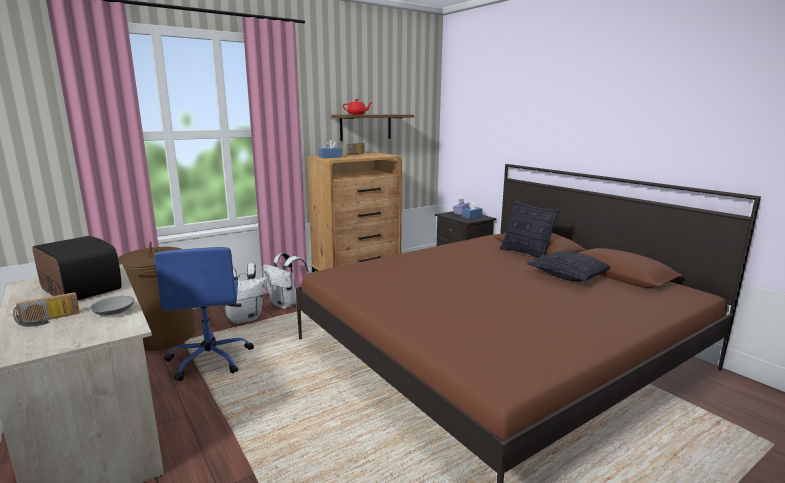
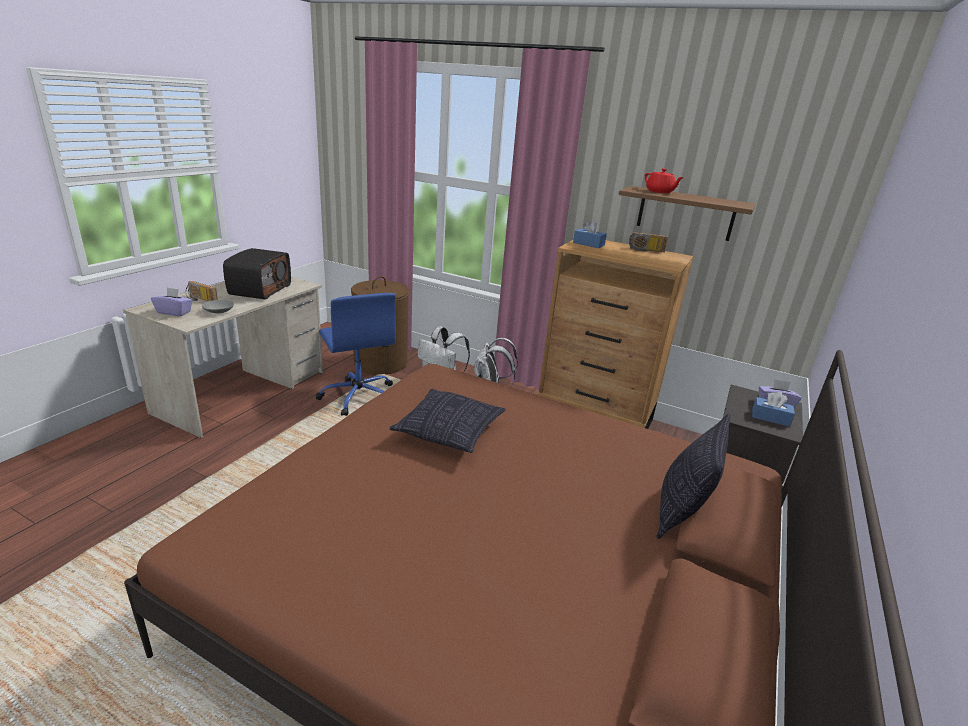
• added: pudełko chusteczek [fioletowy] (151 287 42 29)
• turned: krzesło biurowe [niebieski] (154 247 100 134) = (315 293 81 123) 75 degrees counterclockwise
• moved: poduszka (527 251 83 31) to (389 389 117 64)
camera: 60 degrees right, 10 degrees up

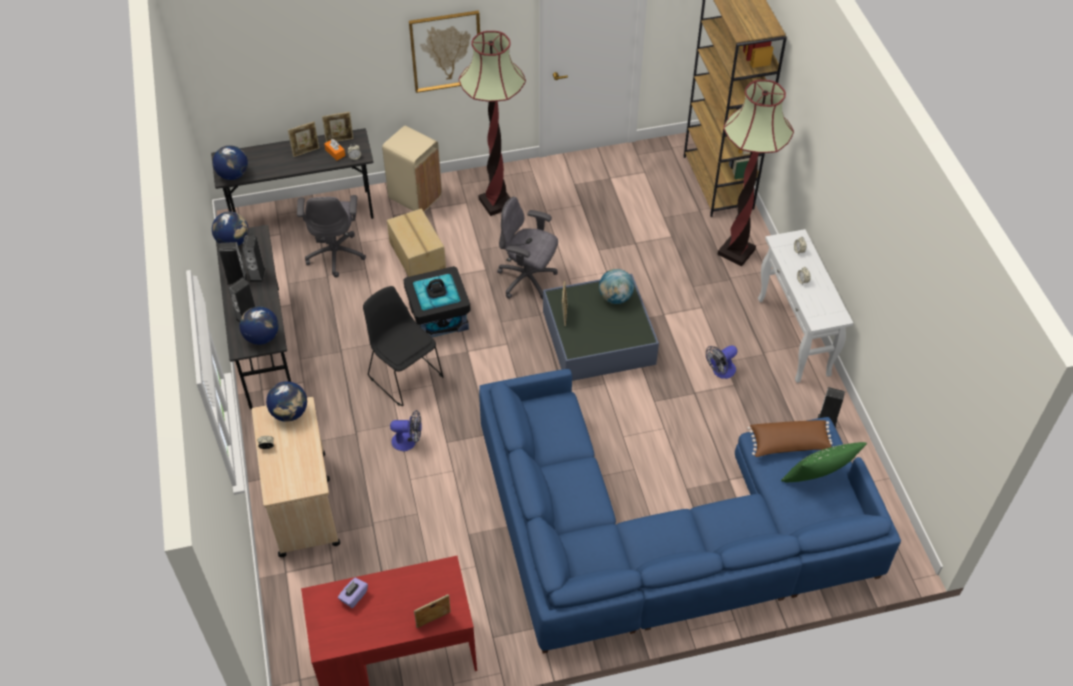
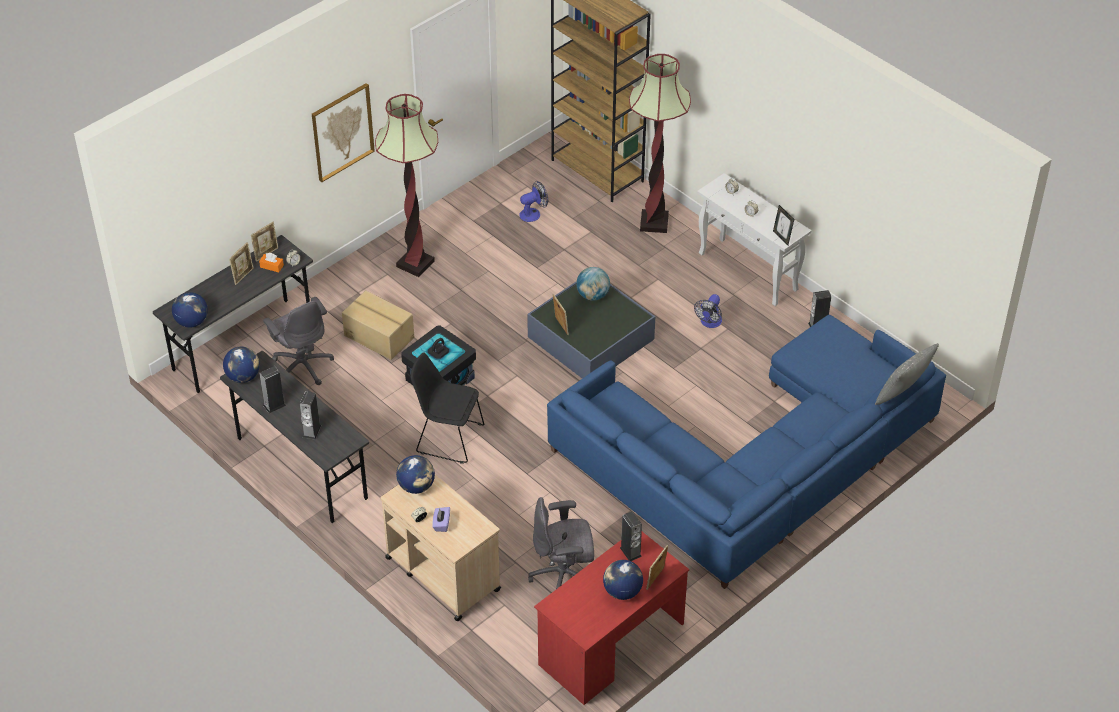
• moved: pudełko chusteczek [fioletowy] (338 577 30 31) to (432 507 18 25)
• moved: wentylator (390 410 32 41) to (519 181 29 41)
• moved: krzesło biurowe [szary] (497 197 61 102) to (528 497 66 92)
• moved: globus (239 306 40 39) to (603 560 40 40)
• moved: głośnik (242 236 23 46) to (620 511 22 50)
• added: ramka na zdjęcie (773 205 21 40)
• added: poduszka [szary] (875 343 64 62)
• removed: kosz na śmieci [beżowy] (382 126 60 86)
• removed: poduszka [brązowy] (747 420 87 37)
• removed: poduszka [zielony] (781 442 85 41)
camera: 30 degrees left, 5 degrees down

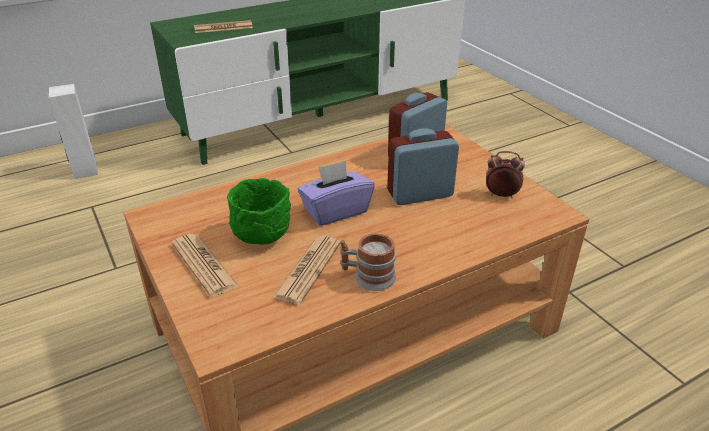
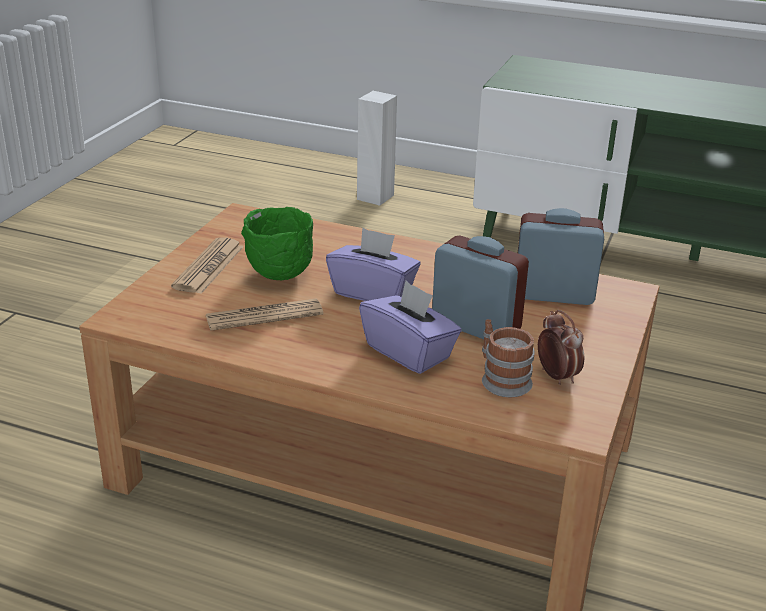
• added: pudełko chusteczek [fioletowy] (359 281 103 93)
• moved: kubek (340 233 56 58) to (482 319 53 78)
• removed: gazeta (194 20 59 13)
camera: 50 degrees right, 5 degrees down

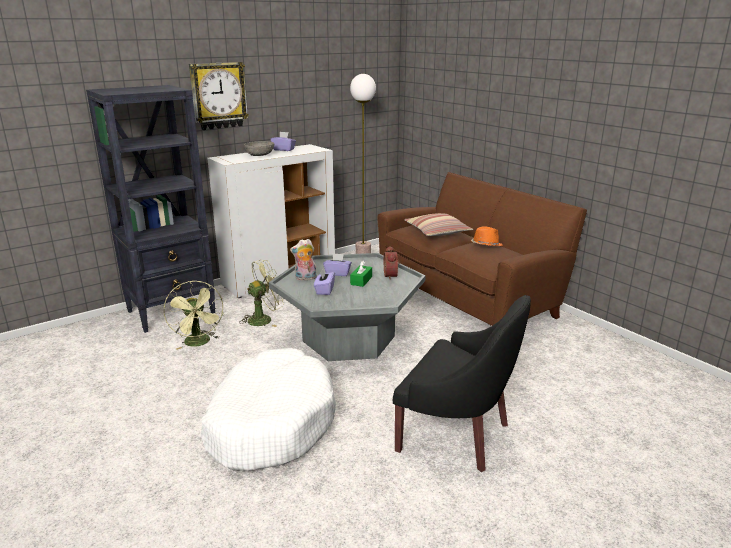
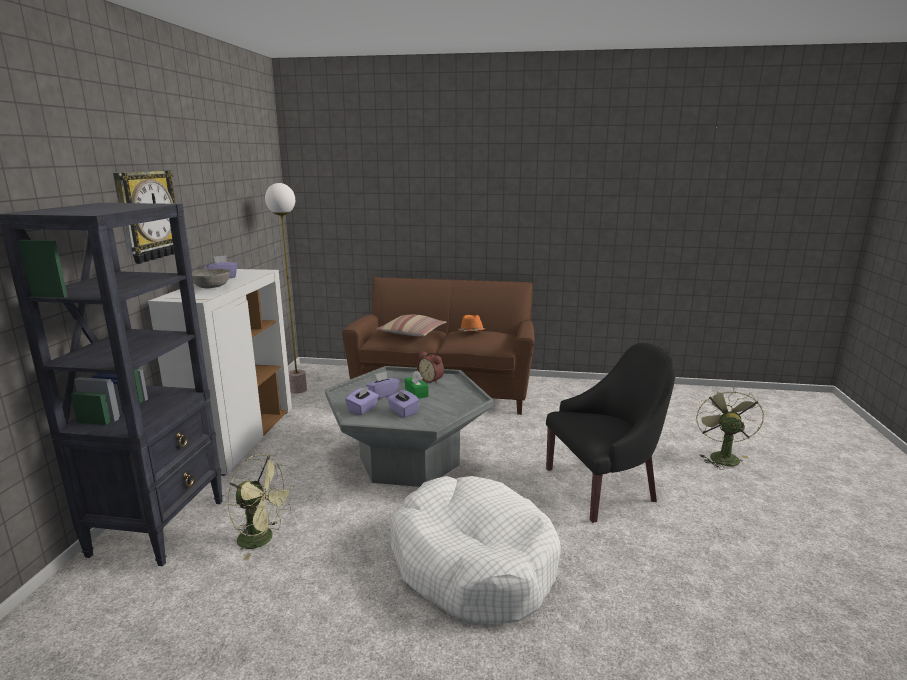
• replaced: pluszak (290 239 27 42) to pudełko chusteczek [fioletowy] (345 386 34 29)
• moved: wentylator [zielony] (239 260 45 67) to (696 386 68 84)
camera: 45 degrees left, 5 degrees down

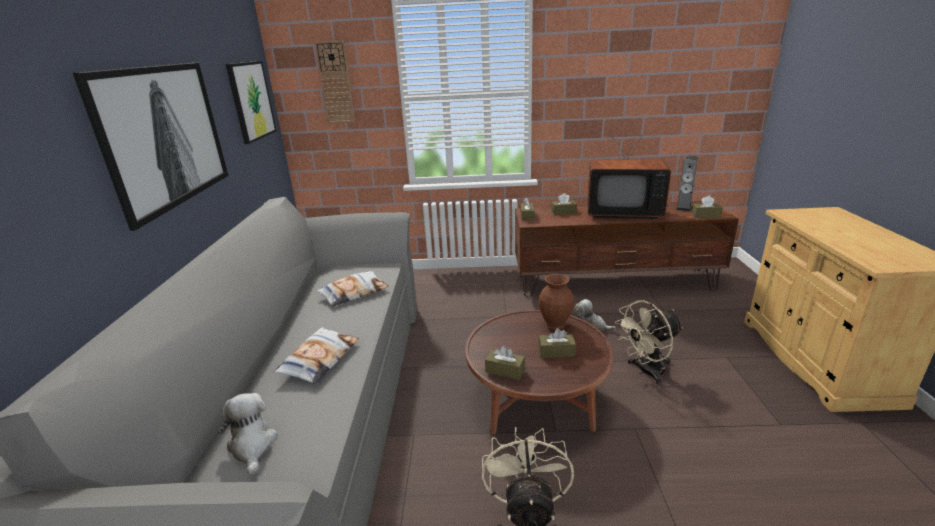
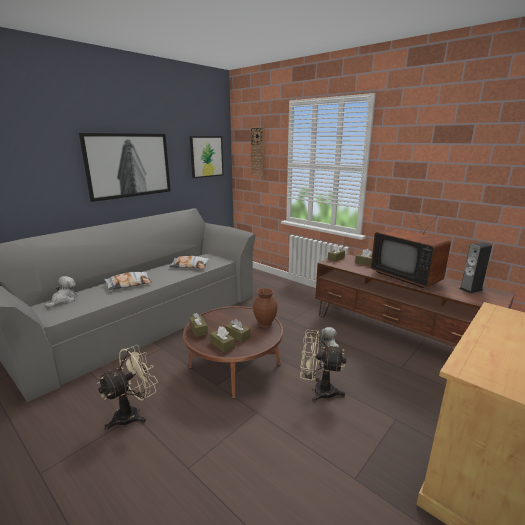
• moved: pudełko chusteczek [brązowy] (692 196 31 22) to (210 326 25 27)
camera: 40 degrees right, 5 degrees down

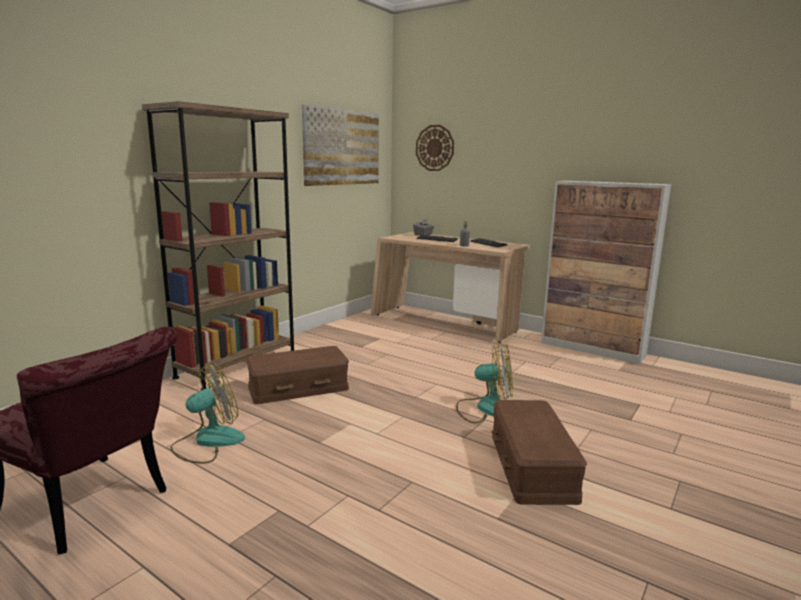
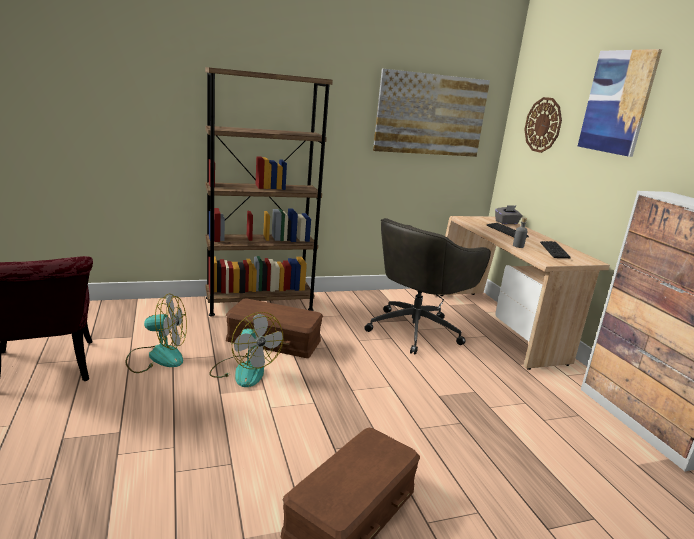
• moved: wentylator (456 342 57 81) to (209 312 74 75)
• added: krzesło biurowe [szary] (364 218 127 137)
• added: obraz (578 49 84 108)
camera: 35 degrees right, 5 degrees up

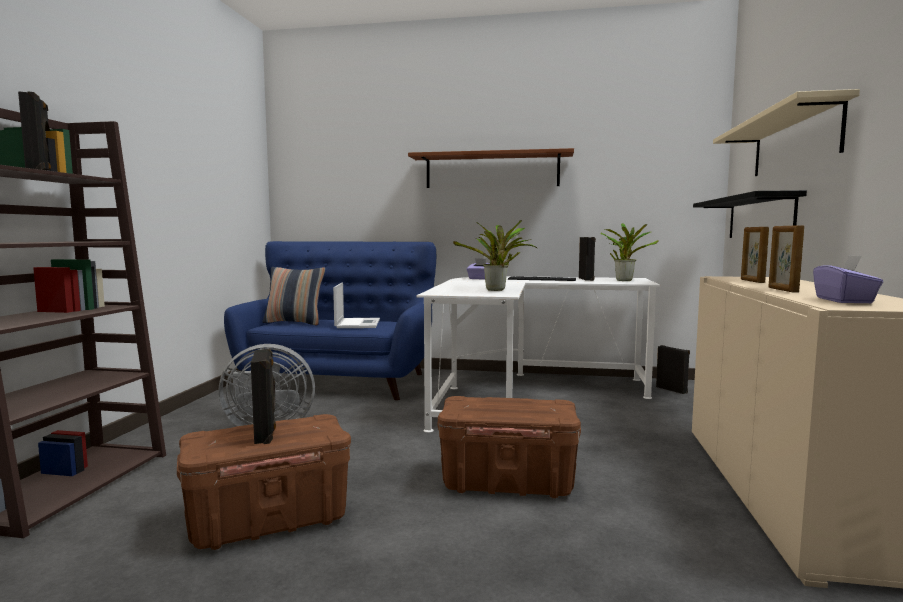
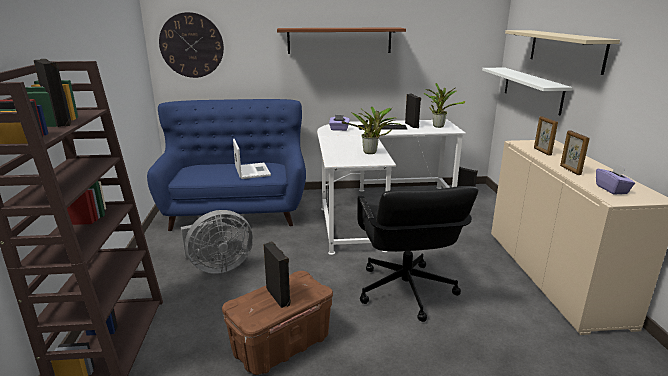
• added: zegar ścienny (159 12 65 66)
• replaced: pojemnik do przechowywania [brązowy] (438 396 143 102) to krzesło biurowe [czarny] (357 186 122 136)
• recoloured: półka [czarny] (693 190 114 48) to półka [biały] (482 68 91 47)
• removed: poduszka (263 267 62 59)
camera: 15 degrees left, 15 degrees up

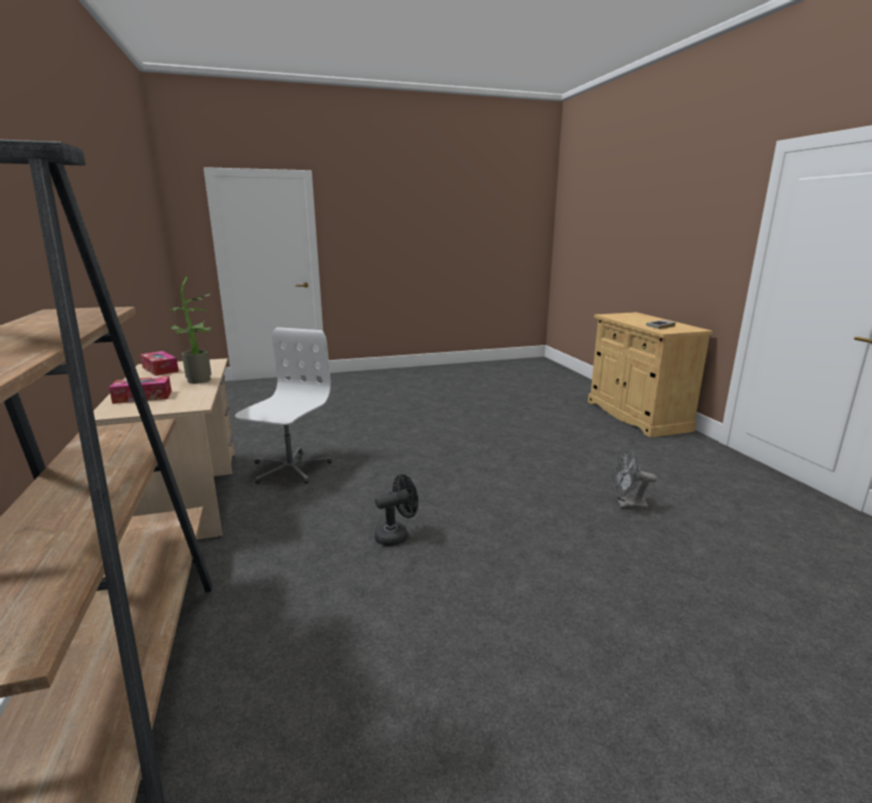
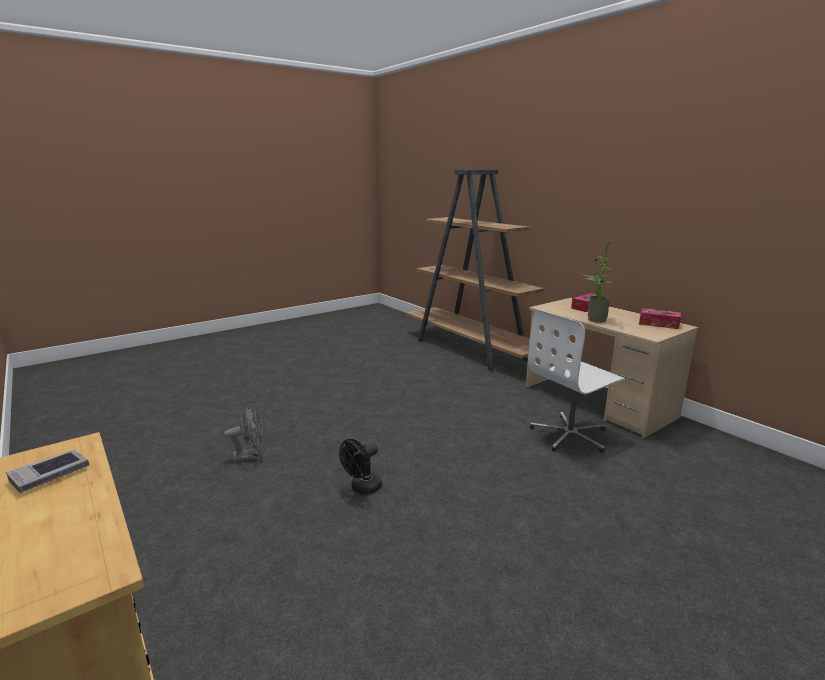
• moved: wentylator [czarny] (374 474 44 72) to (339 439 43 55)
• turned: krzesło biurowe [biały] (235 327 97 157) = (528 309 97 144) 60 degrees clockwise
camera: 160 degrees right, 0 degrees up

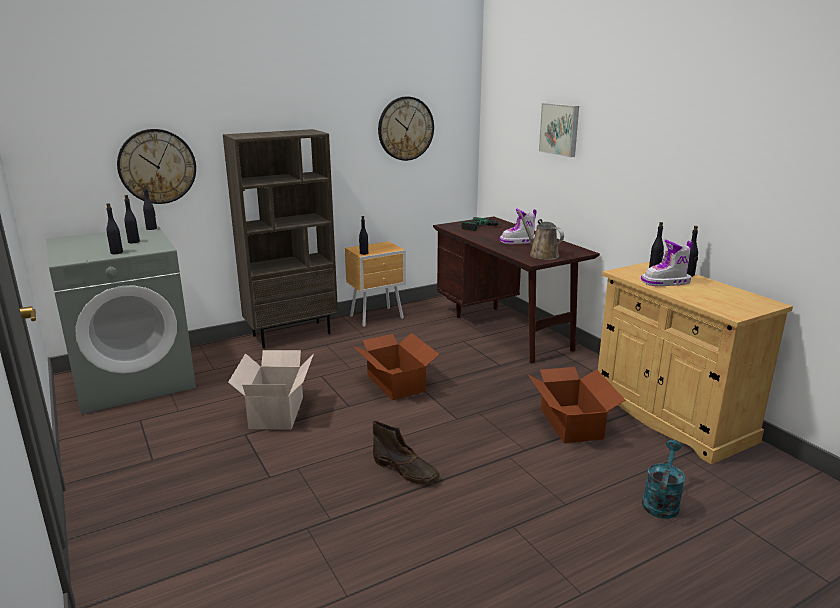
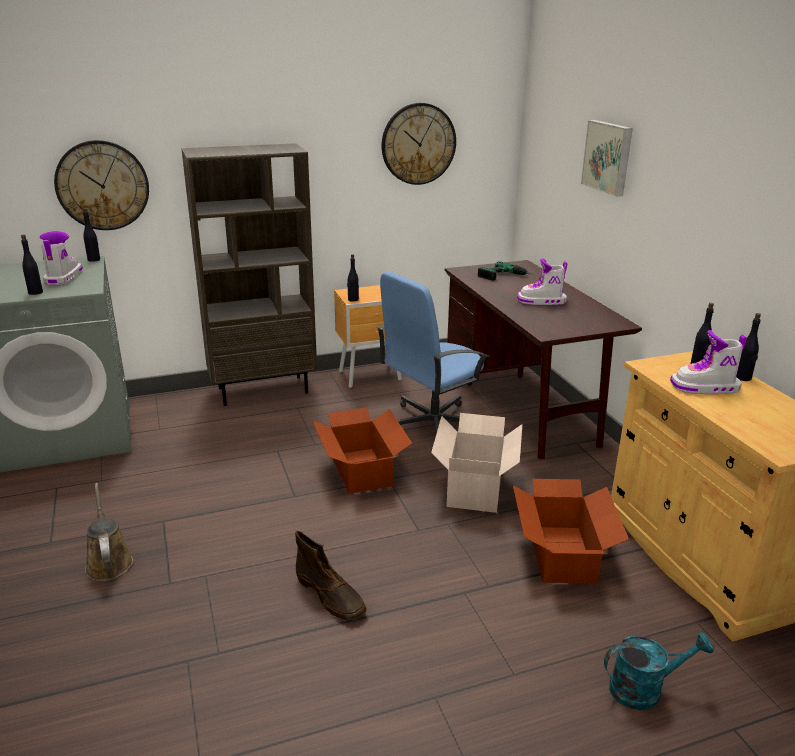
• replaced: butelka [czarny] (124 195 16 48) to but z cholewką (40 231 43 54)
• moved: konewka [brązowy] (518 210 46 50) to (85 483 48 98)
• added: krzesło biurowe [niebieski] (377 272 112 162)
• moved: karton (228 350 86 79) to (431 413 92 100)
• turned: konewka [turkusowy] (642 440 43 79) = (604 632 110 78) 45 degrees clockwise
camera: 10 degrees right, 5 degrees up

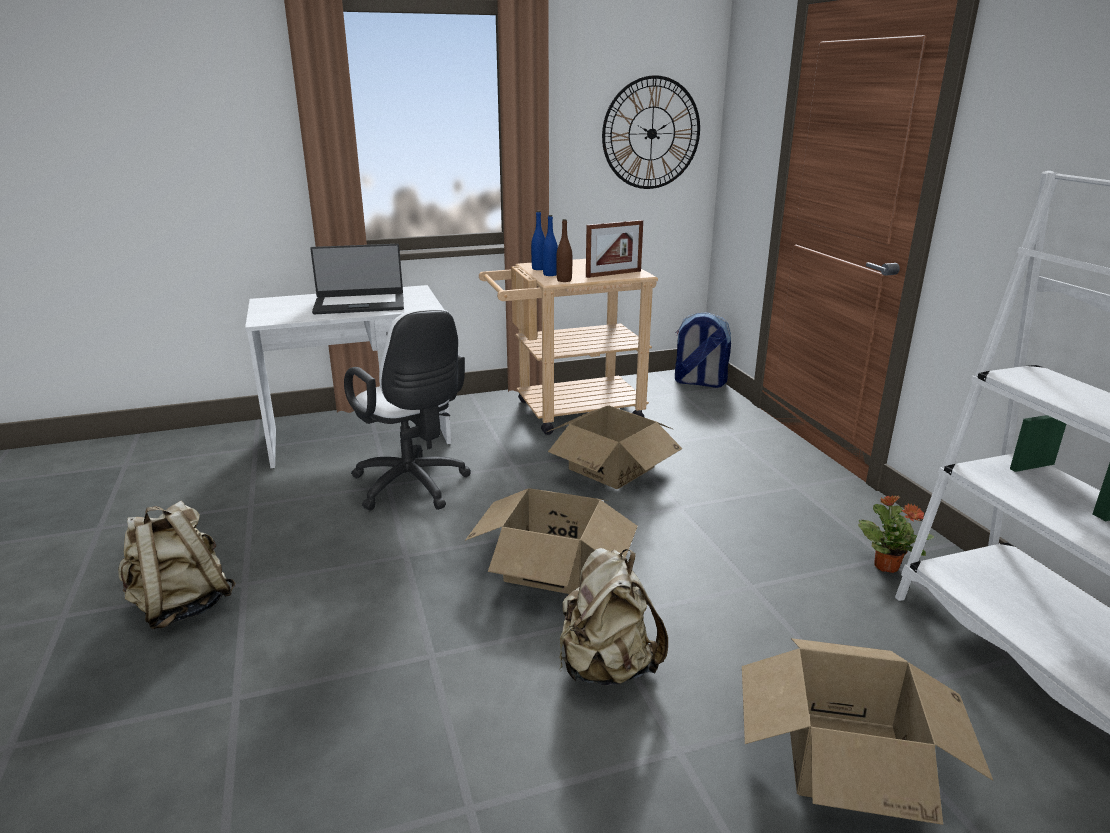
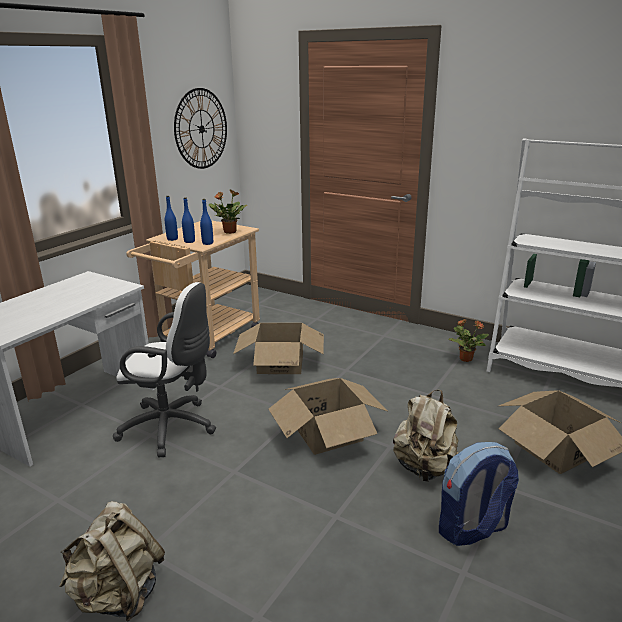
• recoloured: butelka [brązowy] (556 219 16 63) to butelka [niebieski] (200 199 13 46)
• replaced: ramka na zdjęcie (586 220 57 58) to roślina doniczkowa (209 189 38 45)
• moved: plecak (675 312 56 76) to (439 442 80 104)
• removed: laptop (310 244 94 70)
camera: 40 degrees left, 0 degrees up

